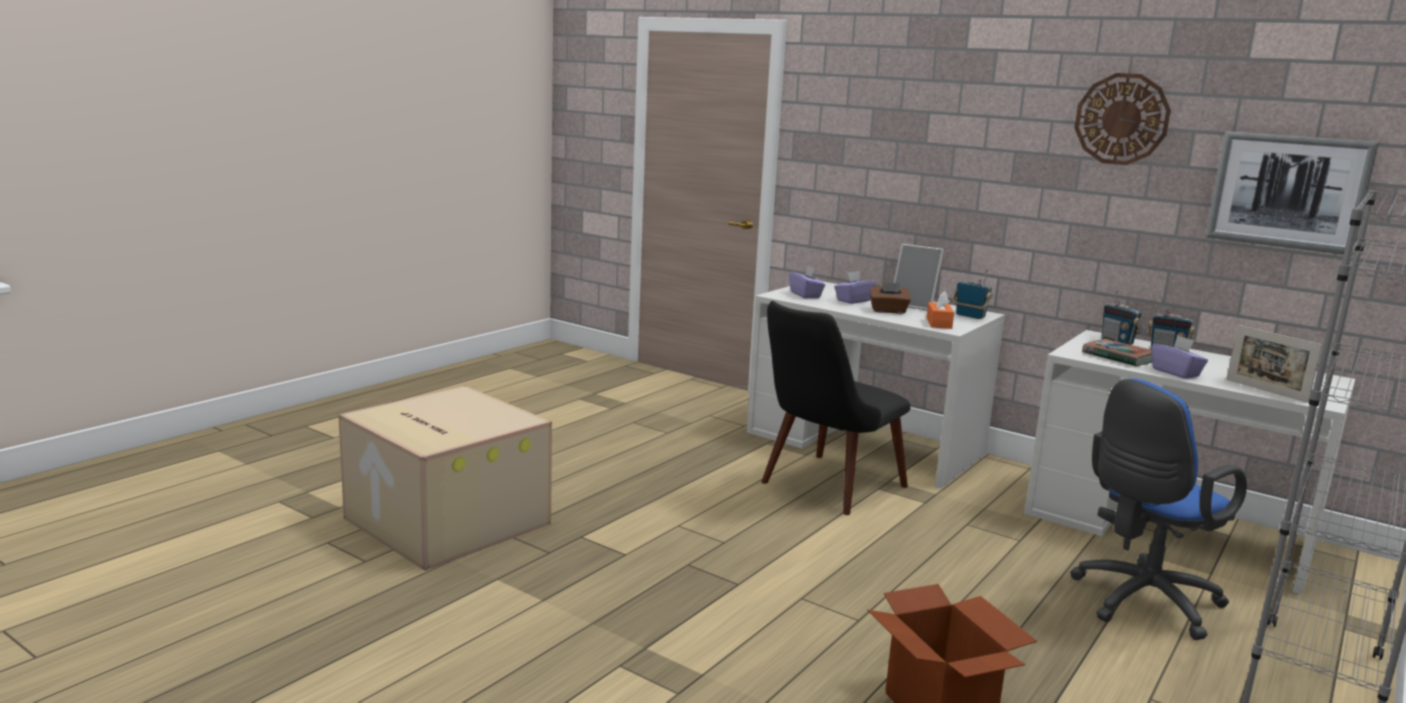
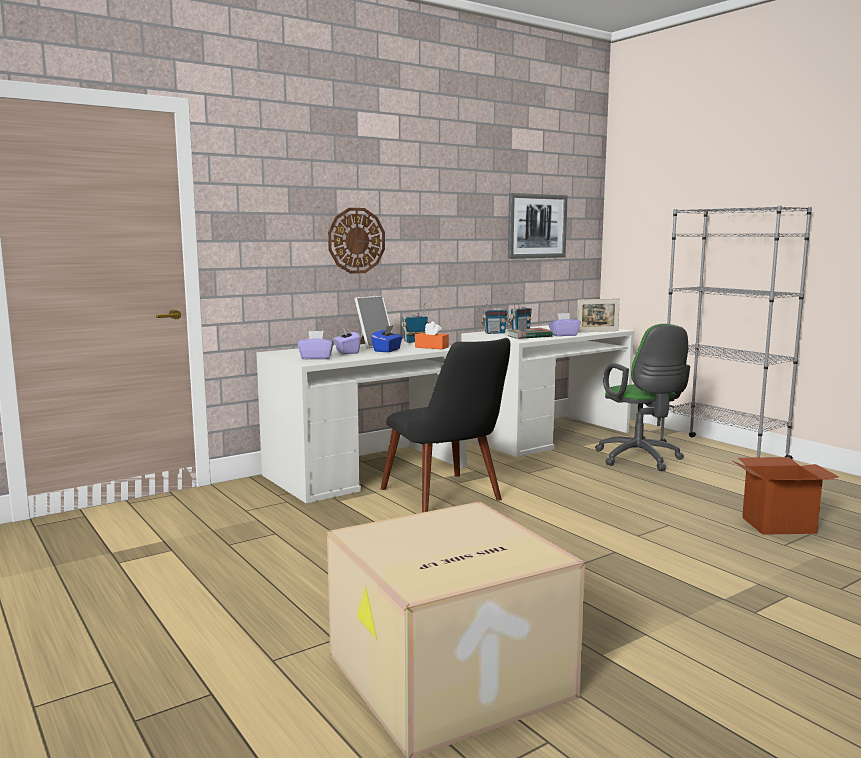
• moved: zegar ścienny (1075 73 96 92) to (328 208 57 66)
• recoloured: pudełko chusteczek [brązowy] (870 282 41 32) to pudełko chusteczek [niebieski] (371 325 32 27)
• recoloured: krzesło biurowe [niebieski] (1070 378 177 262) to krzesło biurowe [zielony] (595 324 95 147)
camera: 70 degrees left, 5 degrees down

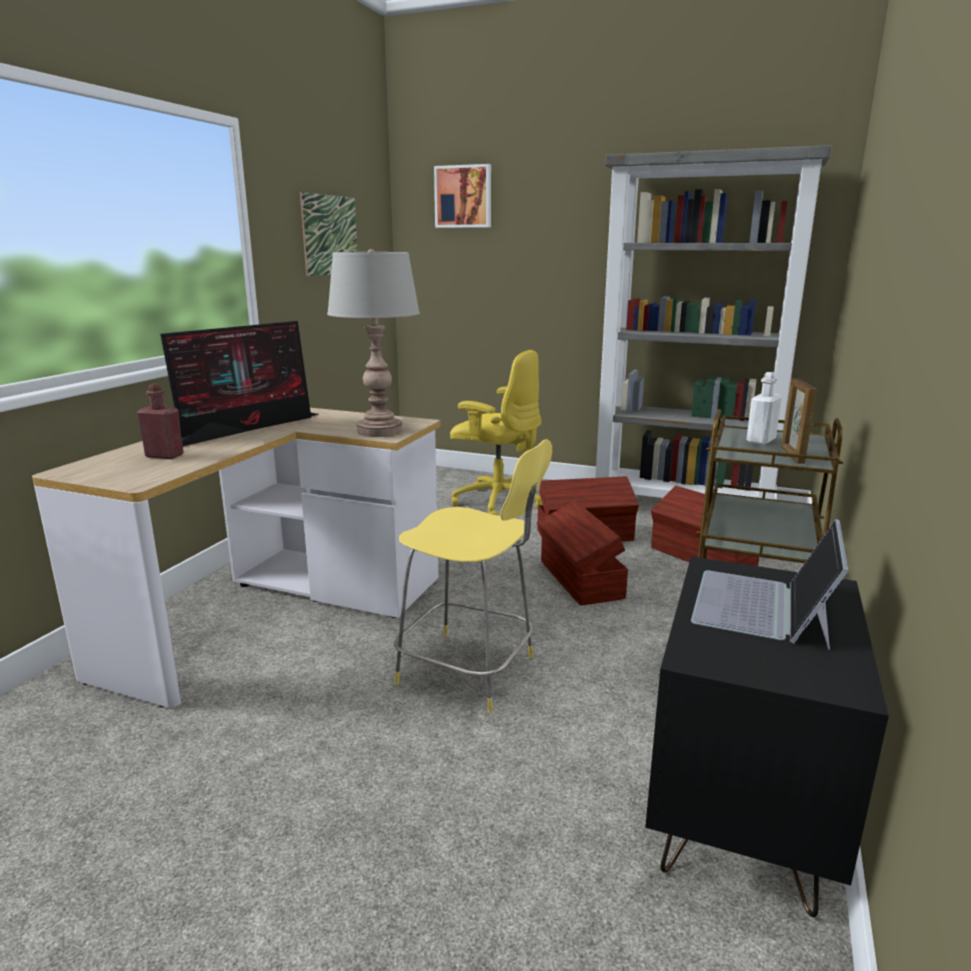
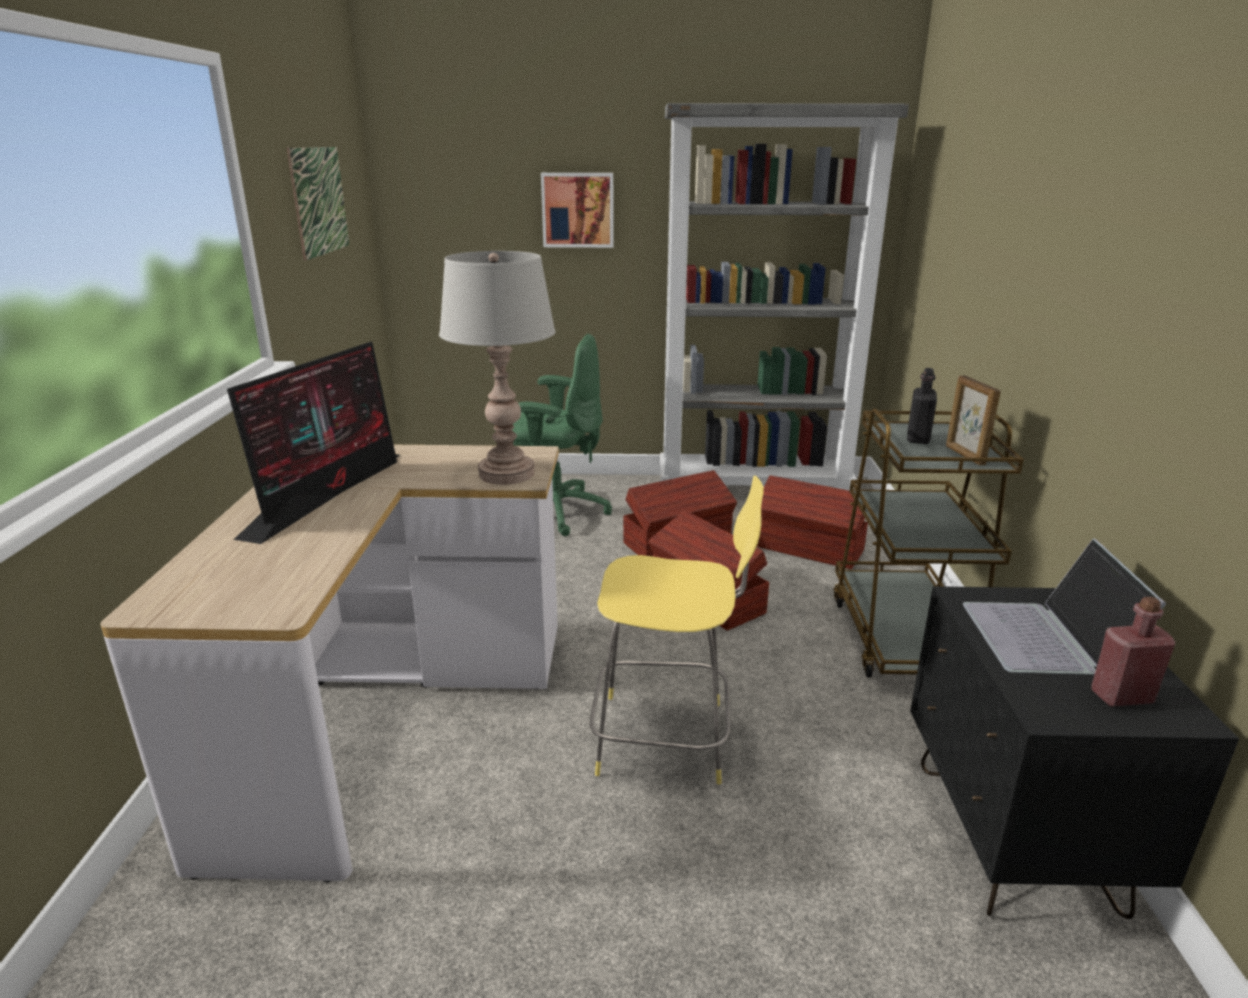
• recoloured: krzesło biurowe [żółty] (450 350 93 165) to krzesło biurowe [zielony] (512 334 100 202)
• moved: obraz (434 164 57 64) to (541 173 73 75)
• recoloured: butelka [biały] (746 372 36 73) to butelka [czarny] (907 368 30 76)
• moved: butelka [czerwony] (137 384 46 75) to (1091 597 85 110)
camera: 20 degrees left, 5 degrees up

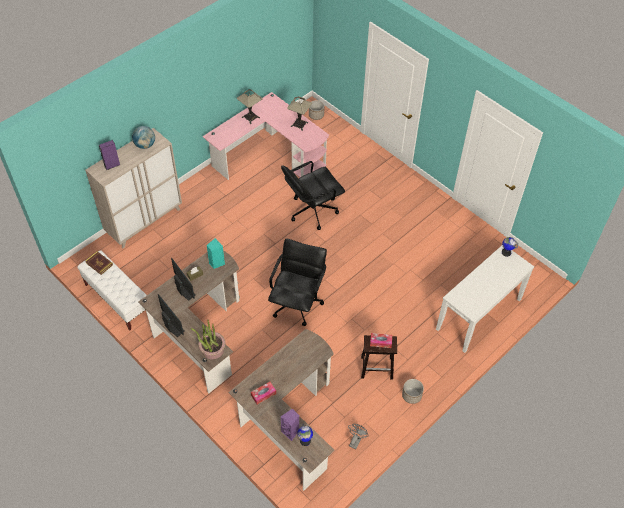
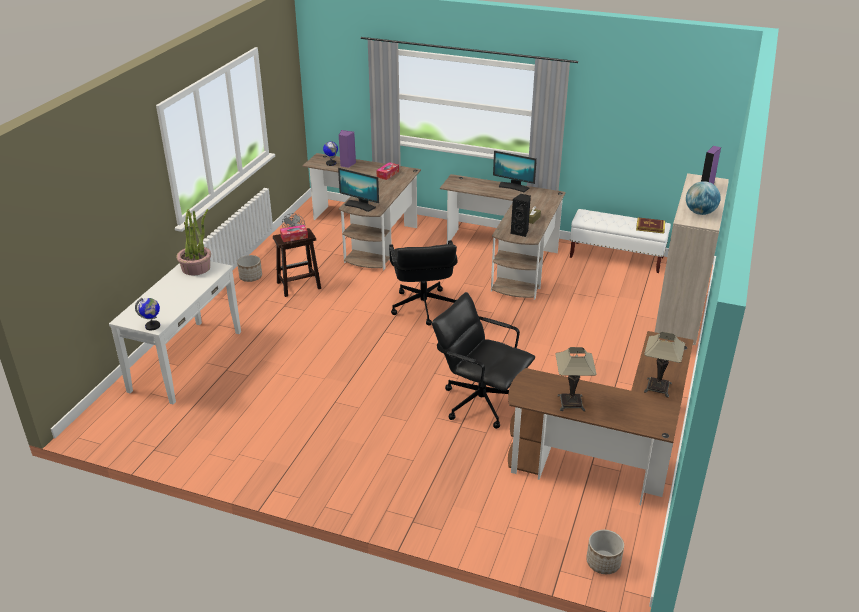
• moved: roślina doniczkowa (191 319 34 40) to (177 209 34 66)
• moved: monitor (171 258 25 43) to (338 168 41 44)
• turned: krzesło biurowe [czarny] (281 161 64 69) = (432 292 103 137) 90 degrees counterclockwise
• recoloured: biurko [różowy] (203 92 126 88) to biurko [brązowy] (508 331 186 174)
• recoloured: głośnik [turkusowy] (206 238 19 31) to głośnik [czarny] (511 194 20 43)
camera: 155 degrees right, 20 degrees down

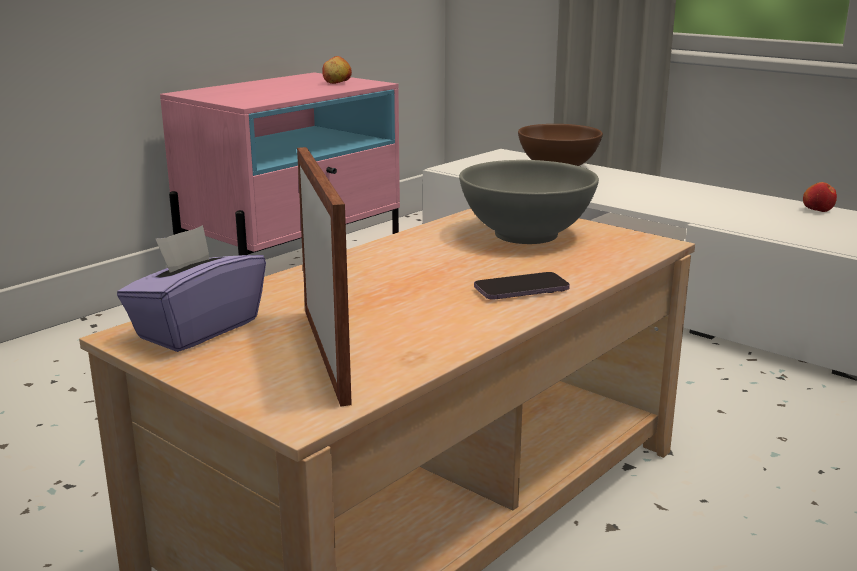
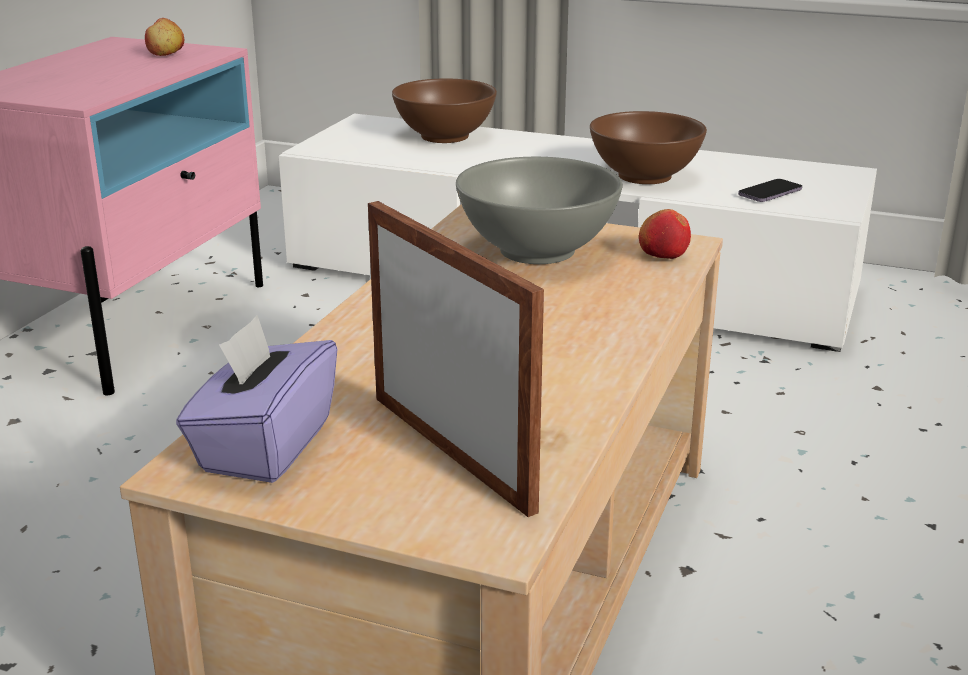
• added: miska [brązowy] (590 111 117 73)
• moved: jabłko (803 182 34 30) to (639 209 52 50)
• moved: telefon (474 272 96 28) to (738 179 64 23)
camera: 20 degrees left, 5 degrees up

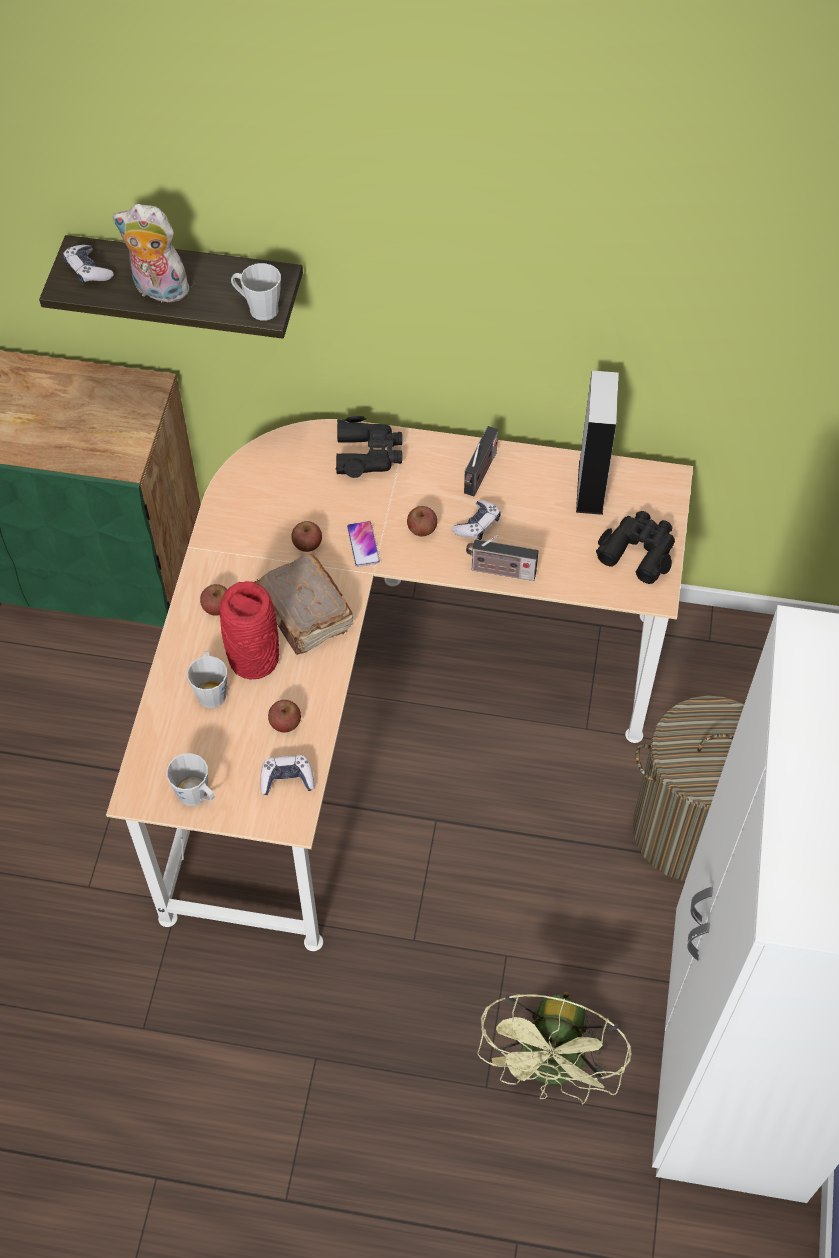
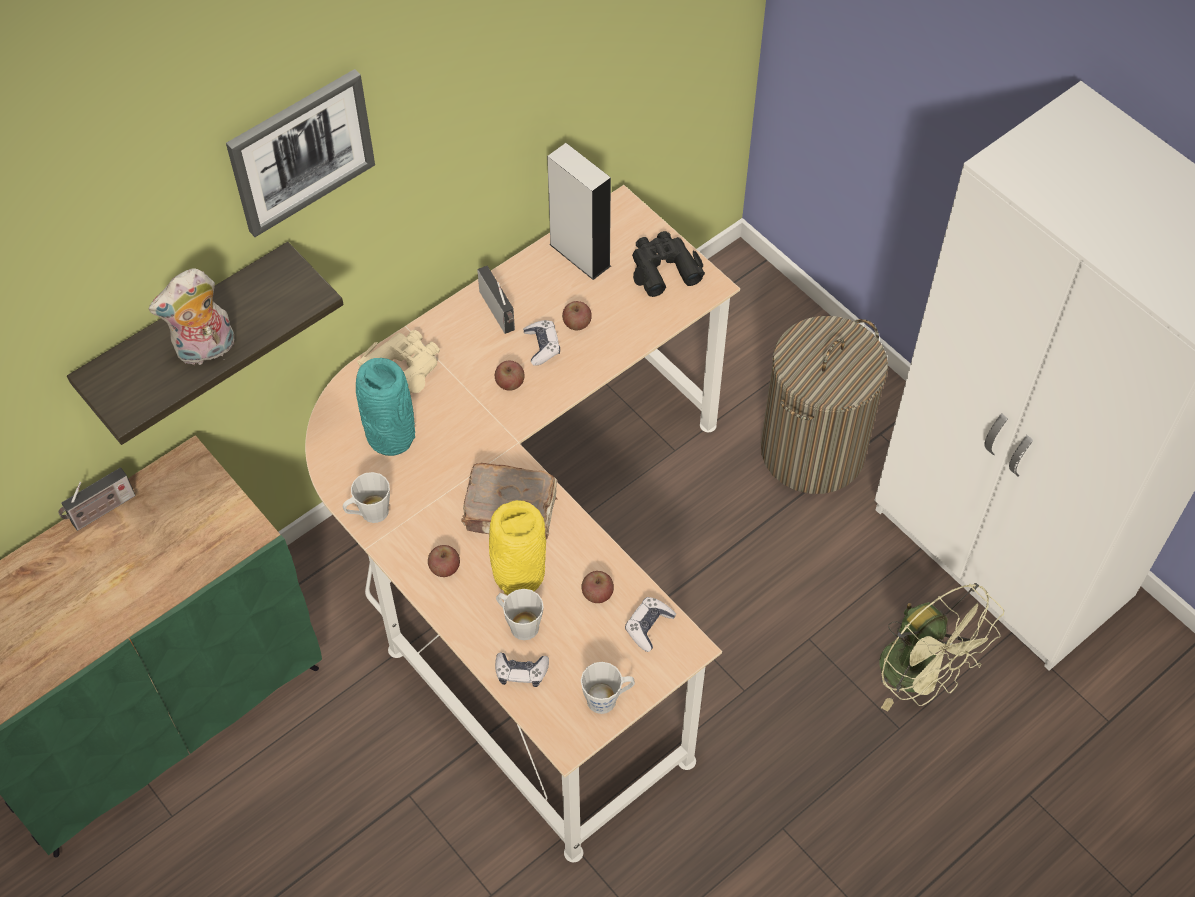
• moved: radio (466 535 72 46) to (58 467 77 64)
• added: obraz (226 69 149 168)
• moved: kubek [szary] (231 263 50 58) to (343 472 47 51)
• added: wazon [turkusowy] (356 358 59 98)
• recoloured: lornetka [czarny] (336 416 66 62) to lornetka [beżowy] (357 330 83 64)
• recoloured: wazon [czerwony] (220 581 59 99) to wazon [żółty] (489 500 57 95)
• moved: pad do gier (63 245 51 39) to (495 652 54 35)
• moved: jabłko (291 521 31 31) to (562 301 30 29)
• removed: telefon (347 521 33 46)
camera: 50 degrees left, 0 degrees up

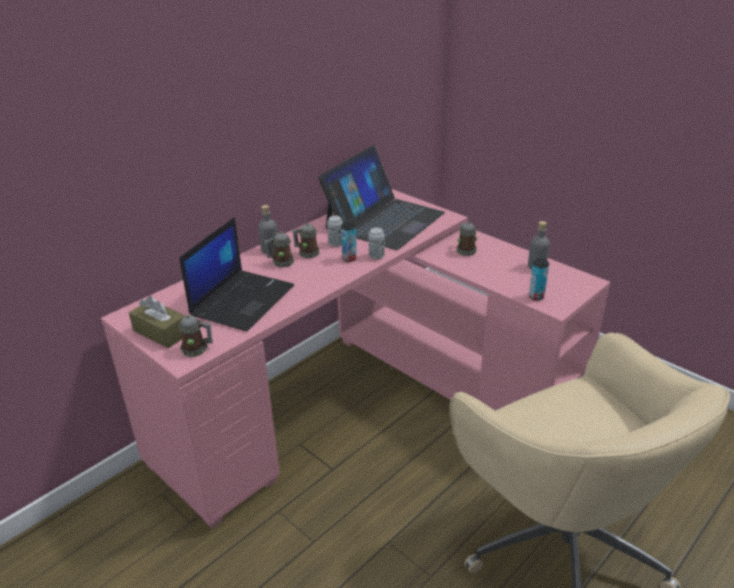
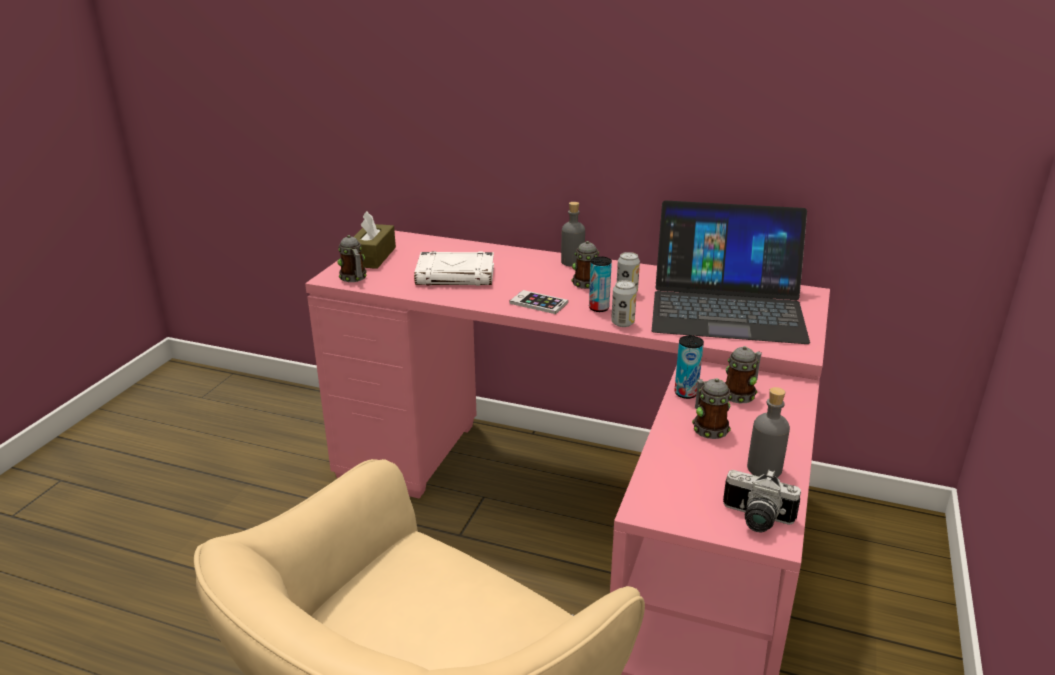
• replaced: laptop (179 217 115 114) to książka [biały] (414 251 80 35)
• added: telefon (510 290 58 24)
• moved: puszka (529 259 20 41) to (674 335 30 64)
• moved: kubek (264 232 31 35) to (692 378 40 61)
• added: aparat fotograficzny (723 469 78 63)
camera: 65 degrees right, 5 degrees down

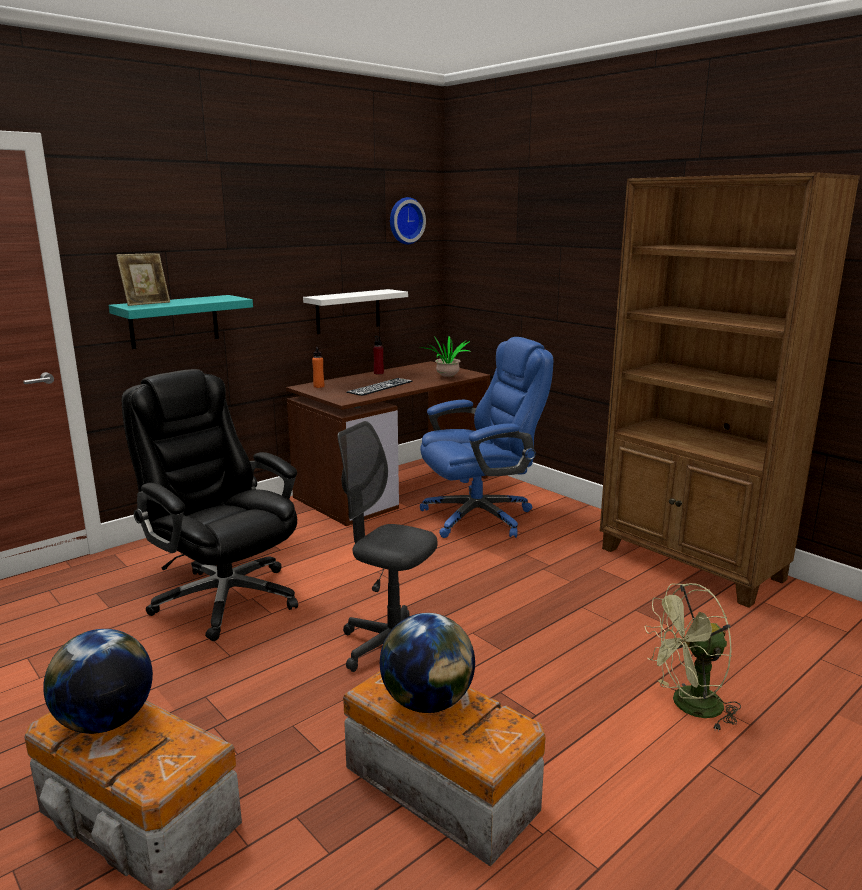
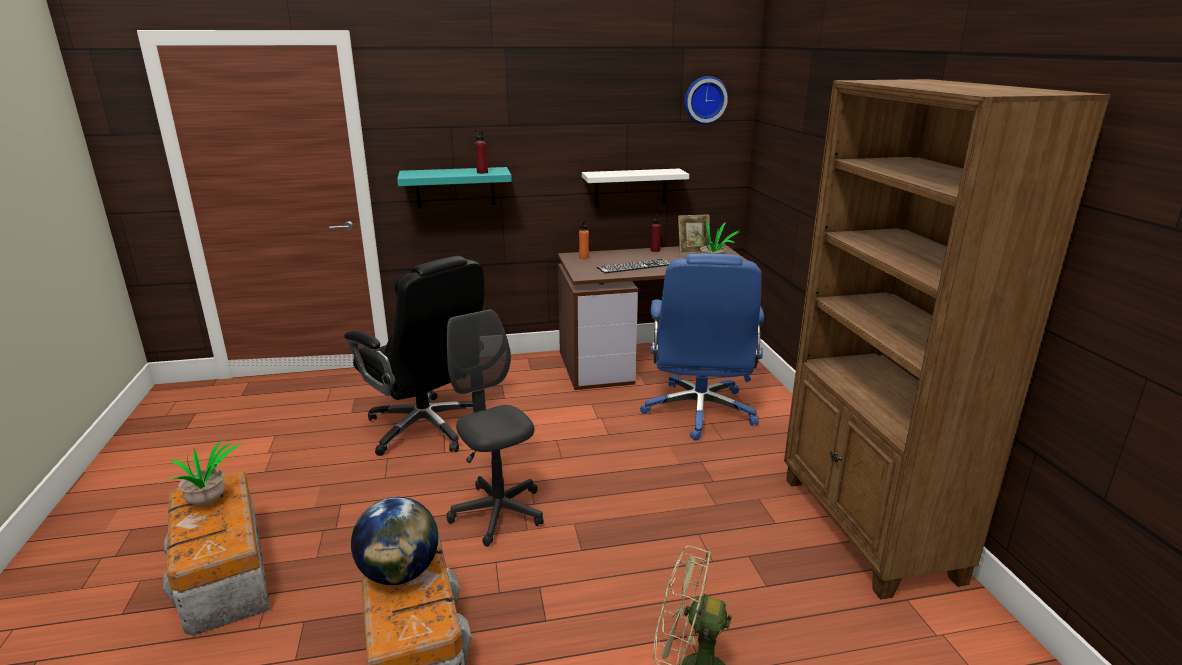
• replaced: globus (43 629 110 105) to roślina doniczkowa (158 441 85 64)
• turned: krzesło biurowe [czarny] (122 369 176 272) = (344 256 141 200) 150 degrees clockwise
• added: butelka [czerwony] (475 130 13 44)
• turned: krzesło biurowe [niebieski] (420 337 133 201) = (640 253 124 188) 90 degrees clockwise
• moved: ramka na zdjęcie (116 253 54 53) to (678 215 32 39)
camera: 30 degrees right, 5 degrees up

